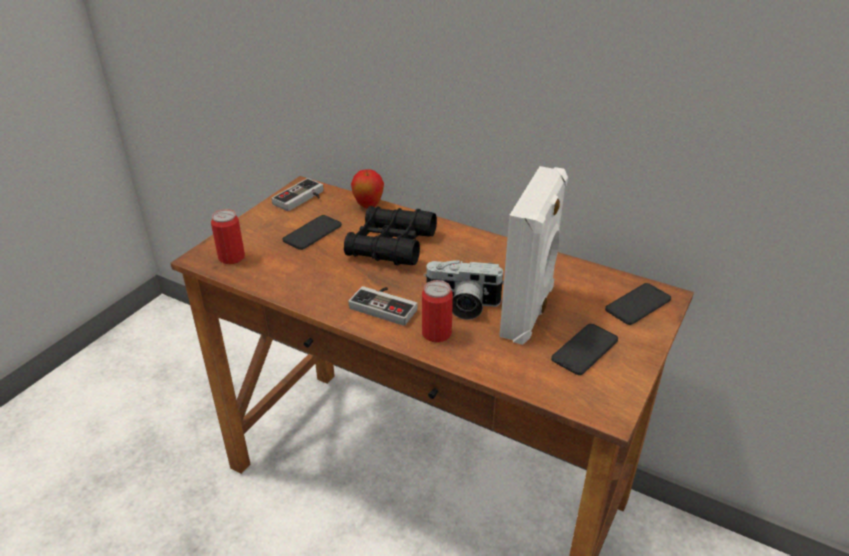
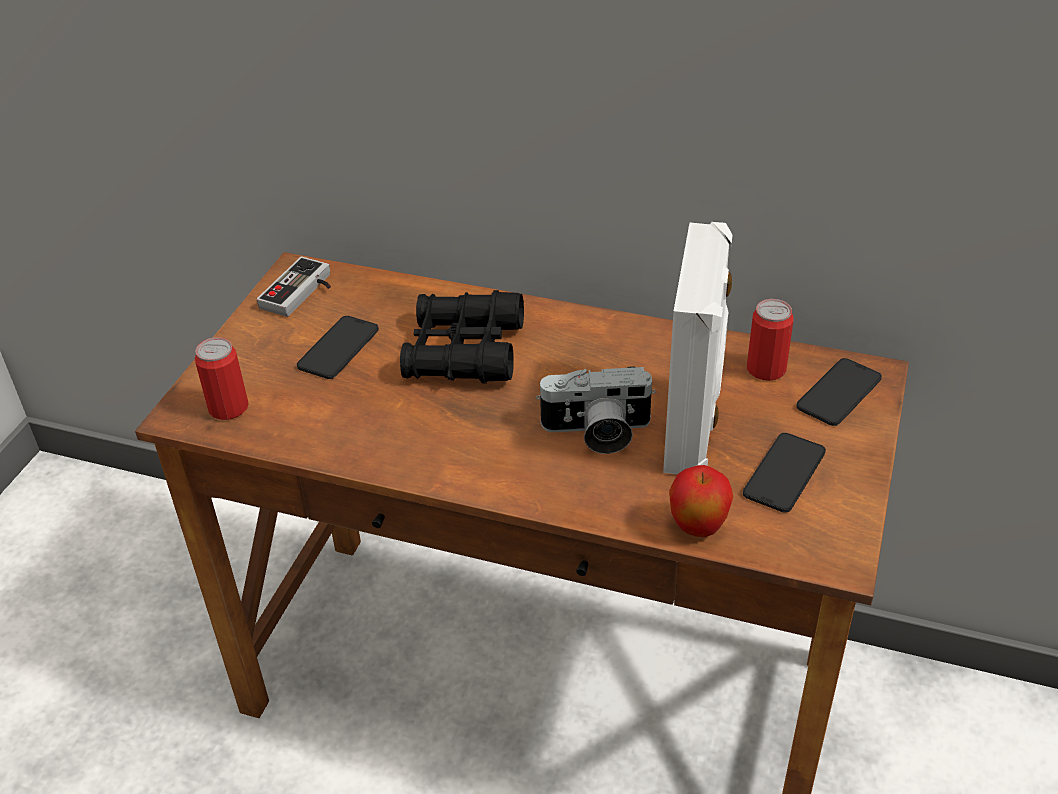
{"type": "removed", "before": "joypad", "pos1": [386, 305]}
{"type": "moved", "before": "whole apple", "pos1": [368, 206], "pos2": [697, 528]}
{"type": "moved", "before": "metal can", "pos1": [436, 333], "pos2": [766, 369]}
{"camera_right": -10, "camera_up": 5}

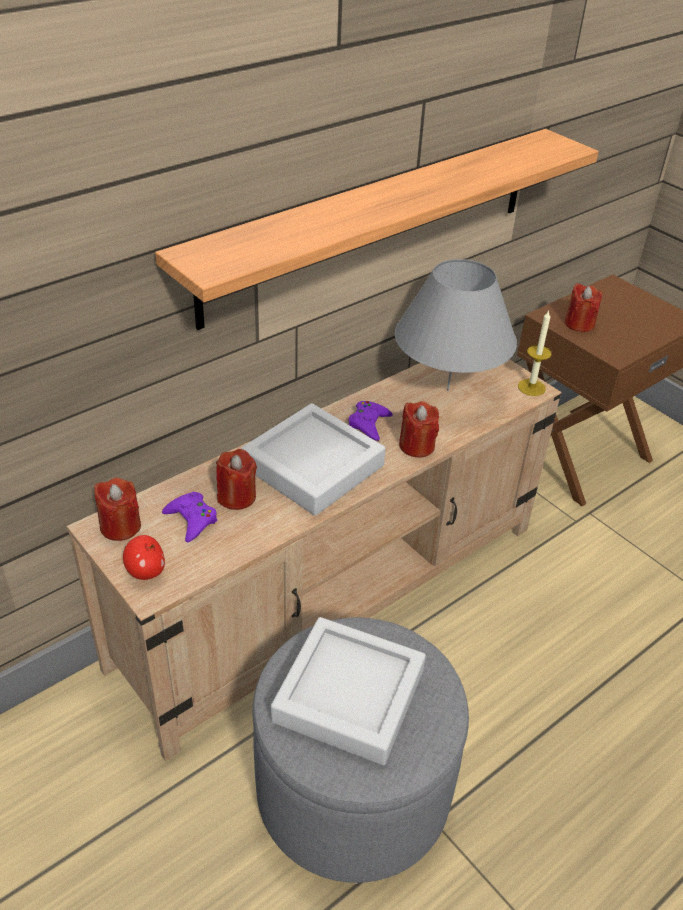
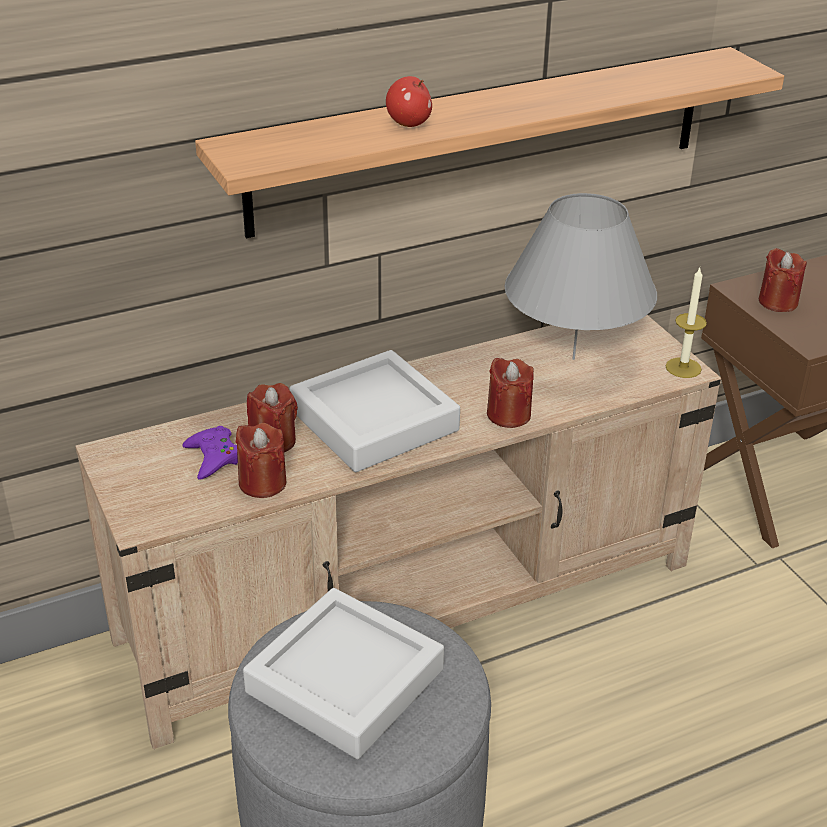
{"type": "removed", "before": "purple-coloured joypad", "pos1": [369, 424]}
{"type": "moved", "before": "reddish candle", "pos1": [120, 526], "pos2": [262, 483]}
{"type": "moved", "before": "whole apple", "pos1": [146, 571], "pos2": [409, 124]}
{"camera_right": 15, "camera_up": -5}

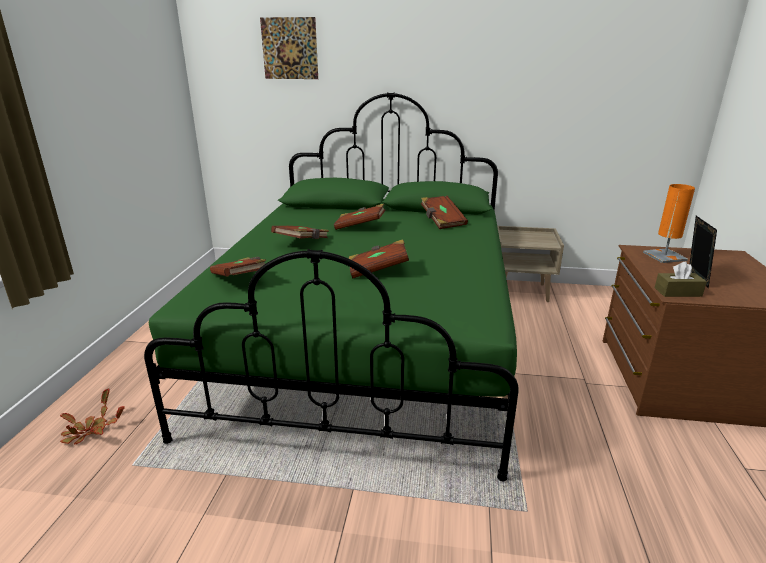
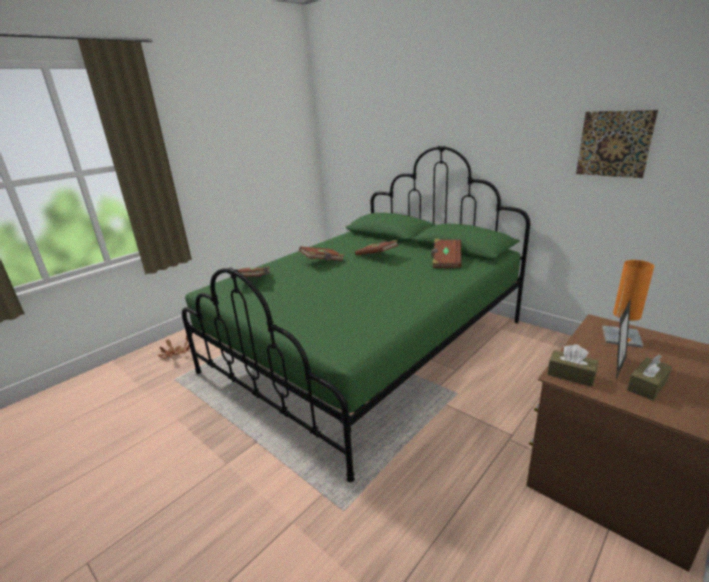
{"type": "removed", "before": "brownish book", "pos1": [378, 270]}
{"type": "removed", "before": "beige night table", "pos1": [521, 291]}
{"type": "added", "after": "brownish tissue holder", "pos2": [647, 385]}
{"type": "moved", "before": "wall art", "pos1": [289, 48], "pos2": [614, 144]}
{"camera_right": 35, "camera_up": 0}

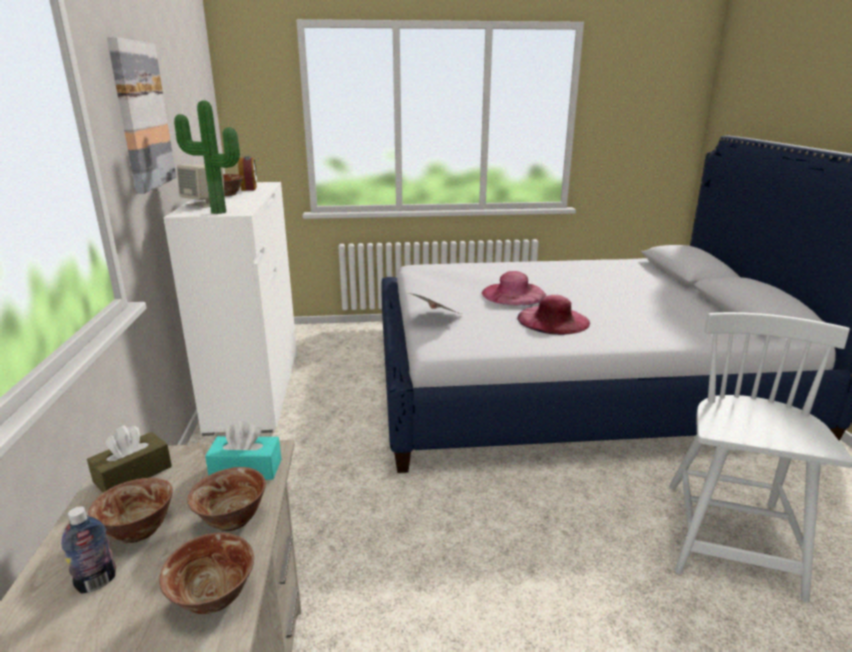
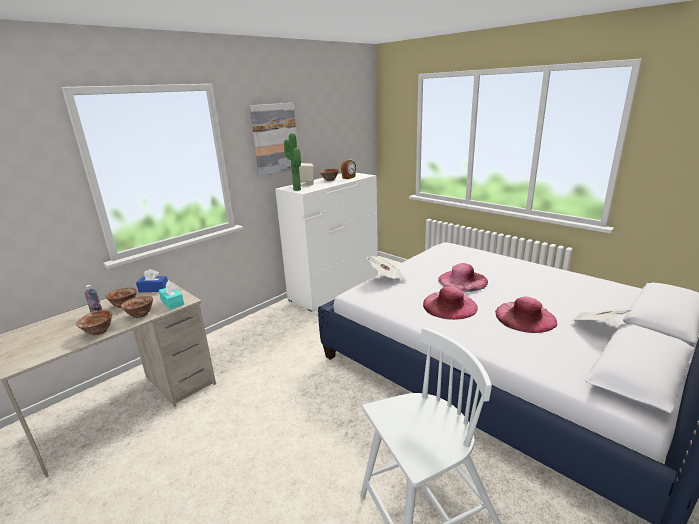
{"type": "added", "after": "pink hat", "pos2": [525, 317]}
{"type": "added", "after": "daily paper", "pos2": [597, 326]}
{"type": "recoloured", "before": "brownish tissue holder", "after": "blue tissue holder", "pos1": [133, 474], "pos2": [154, 289]}
{"camera_right": 50, "camera_up": 0}

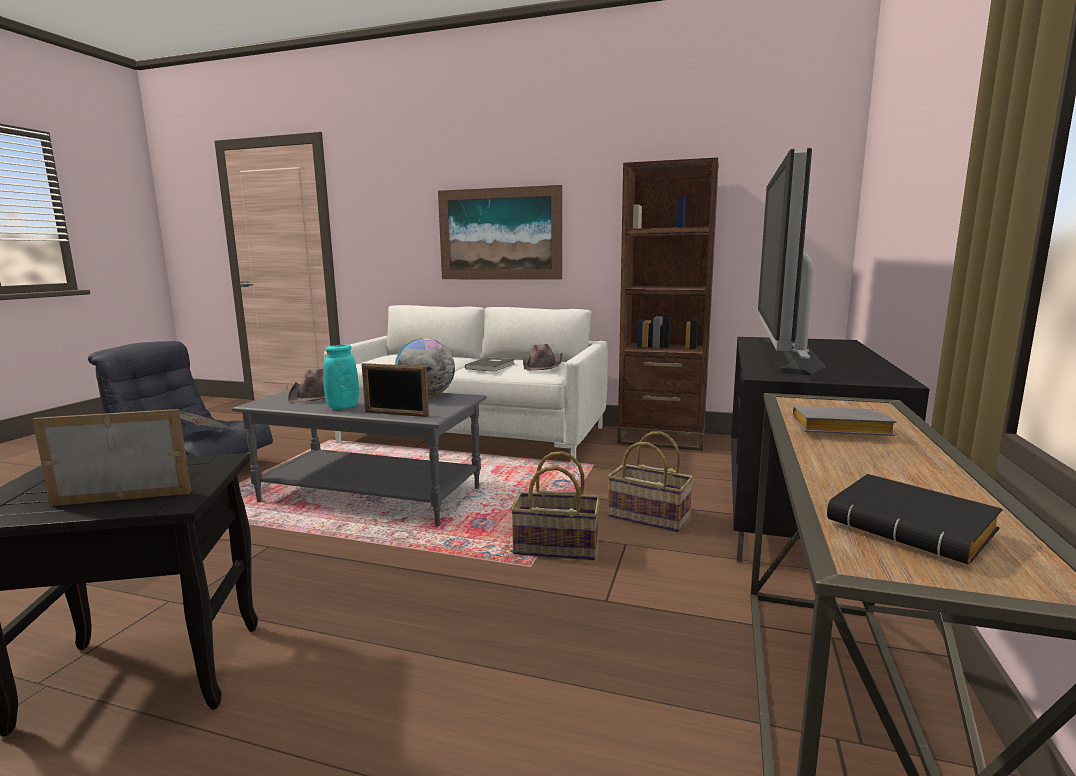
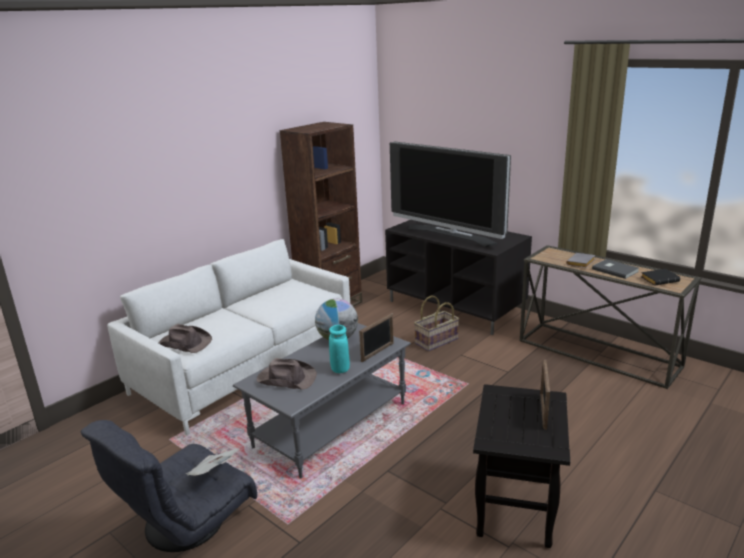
{"type": "removed", "before": "wall art", "pos1": [499, 234]}
{"type": "removed", "before": "basket", "pos1": [555, 548]}
{"type": "moved", "before": "greyish book", "pos1": [492, 366], "pos2": [615, 270]}
{"type": "moved", "before": "brownish hat", "pos1": [542, 365], "pos2": [185, 343]}
{"camera_right": -65, "camera_up": 10}

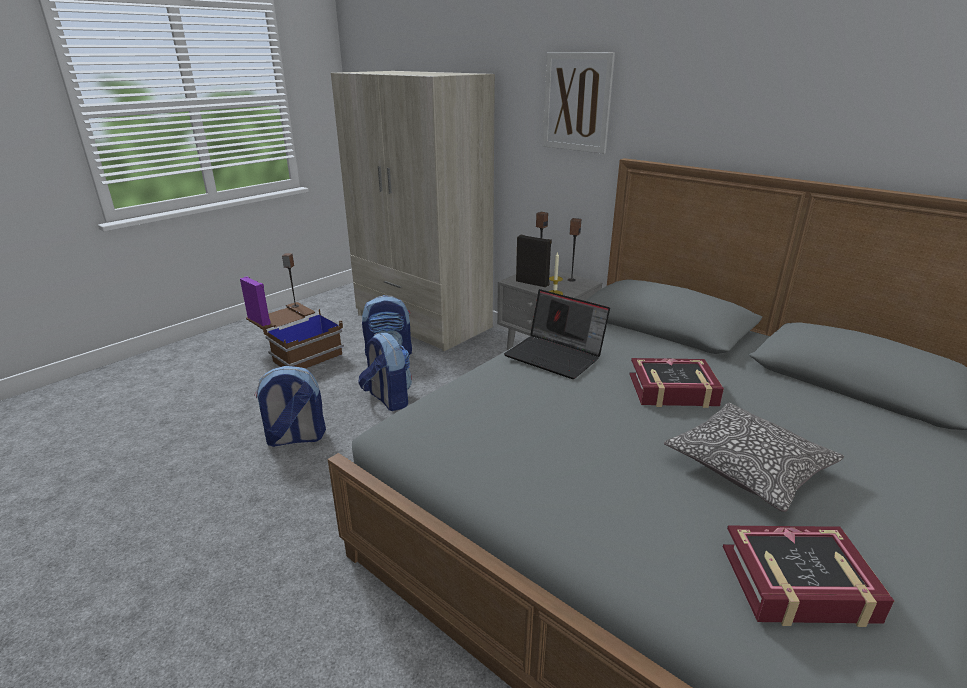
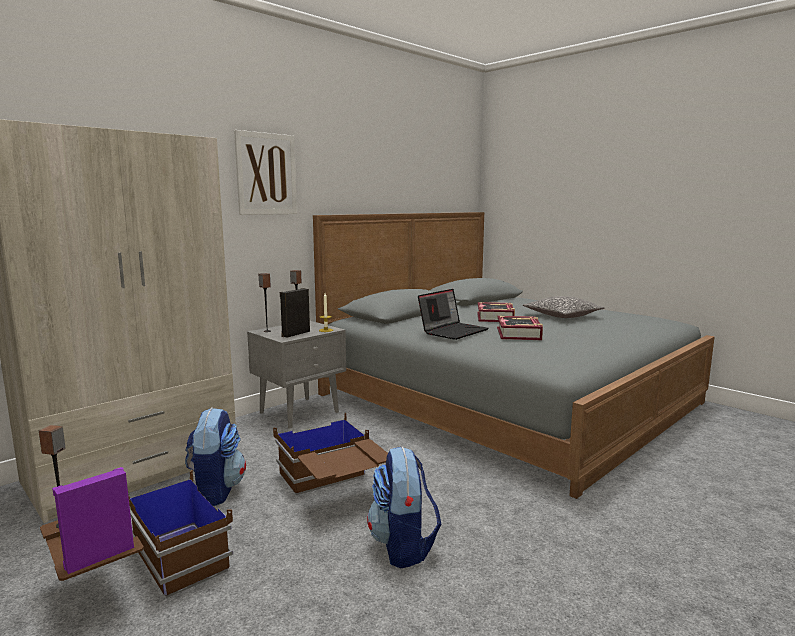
{"type": "moved", "before": "book", "pos1": [798, 584], "pos2": [519, 334]}
{"type": "replaced", "before": "backpack", "after": "brownish storage box", "pos1": [388, 399], "pos2": [333, 488]}
{"camera_right": -85, "camera_up": -15}

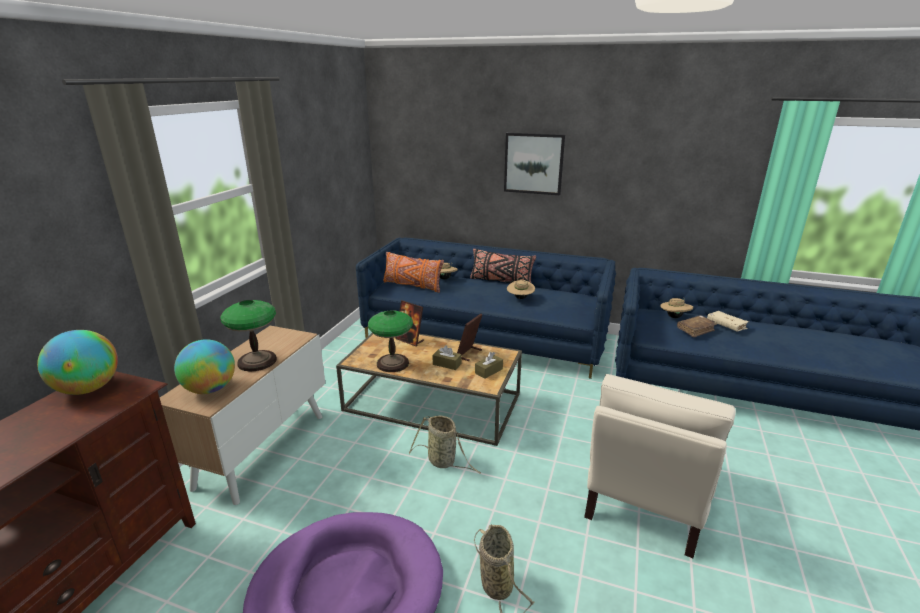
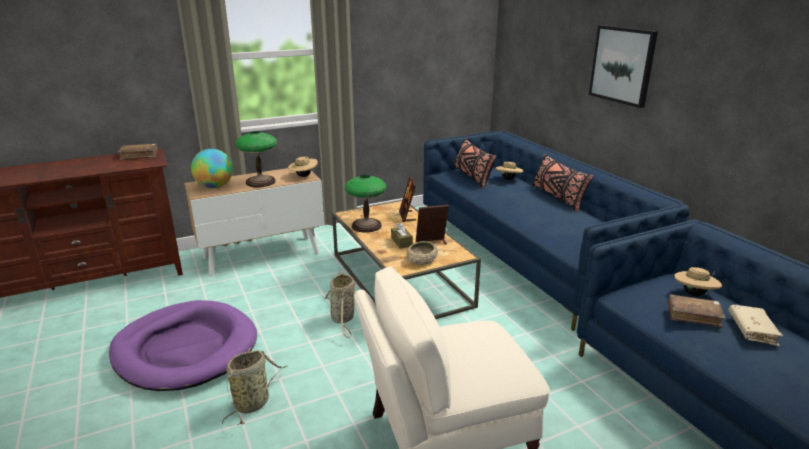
{"type": "moved", "before": "beige hat", "pos1": [520, 298], "pos2": [303, 176]}
{"type": "replaced", "before": "desk globe", "after": "brownish book", "pos1": [89, 389], "pos2": [139, 155]}
{"type": "replaced", "before": "brownish tissue holder", "after": "beige bowl", "pos1": [488, 371], "pos2": [422, 260]}
{"type": "recoloured", "before": "orange-coloured cushion", "after": "black-coloured cushion", "pos1": [412, 285], "pos2": [472, 176]}
{"camera_right": 45, "camera_up": 0}

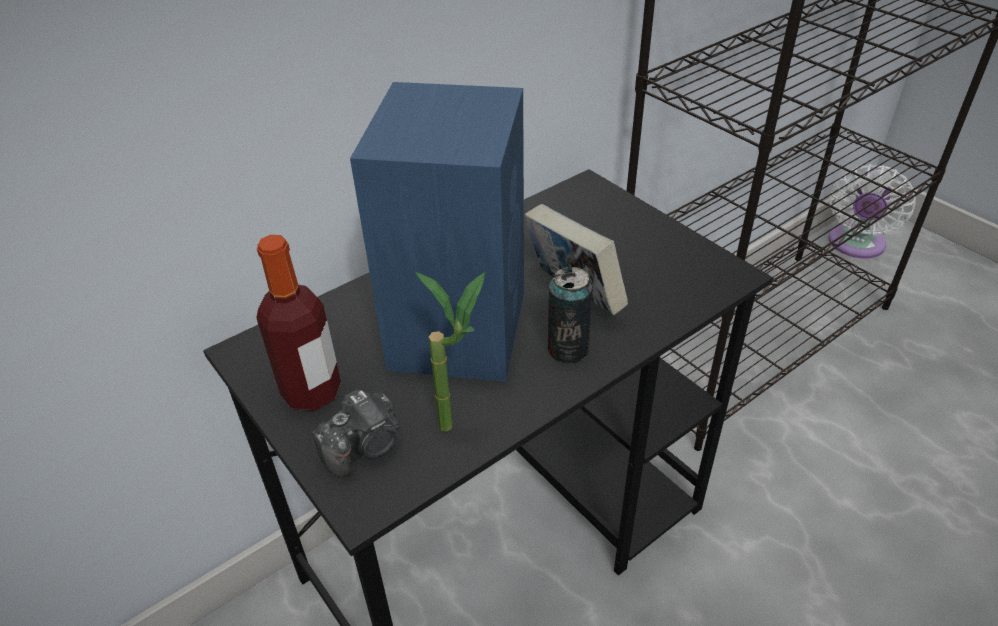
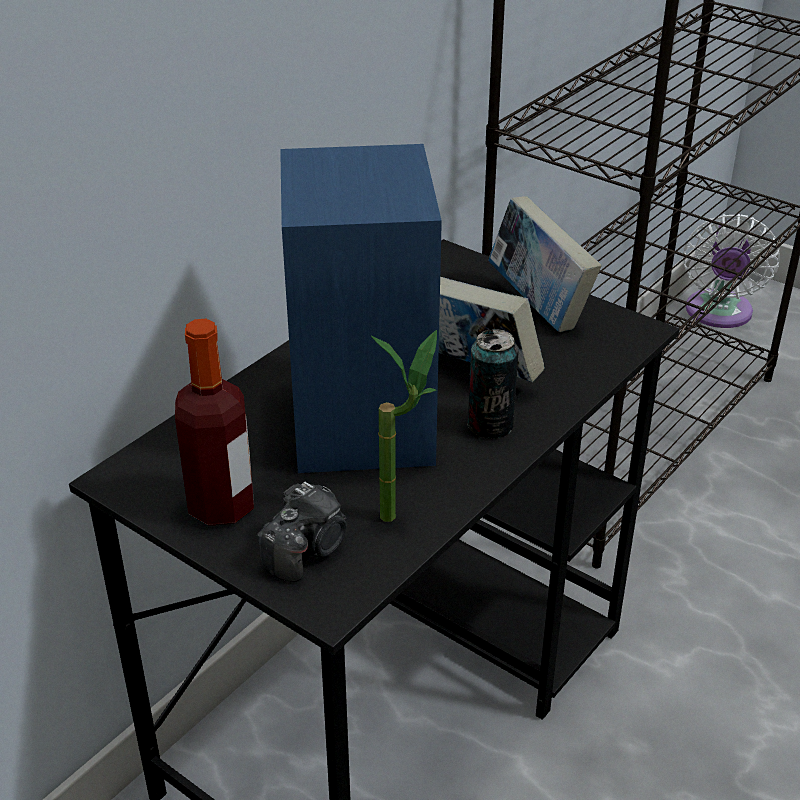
{"type": "added", "after": "book", "pos2": [538, 306]}
{"camera_right": -15, "camera_up": -5}

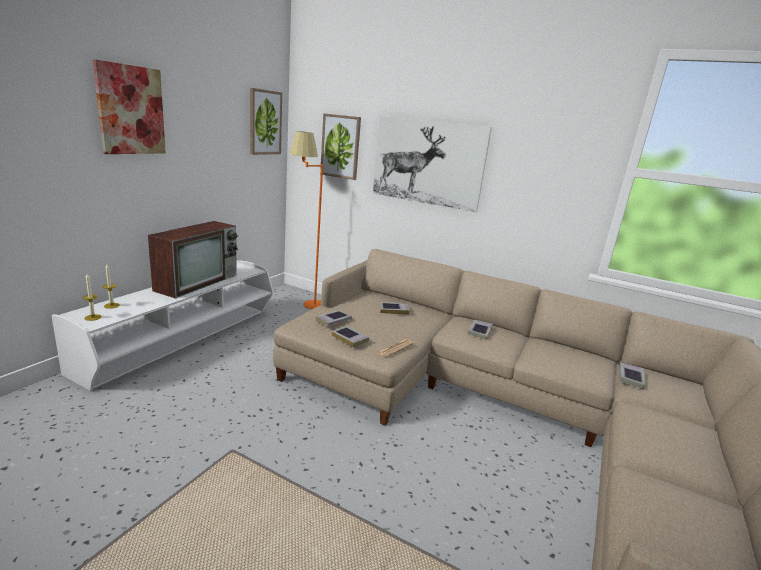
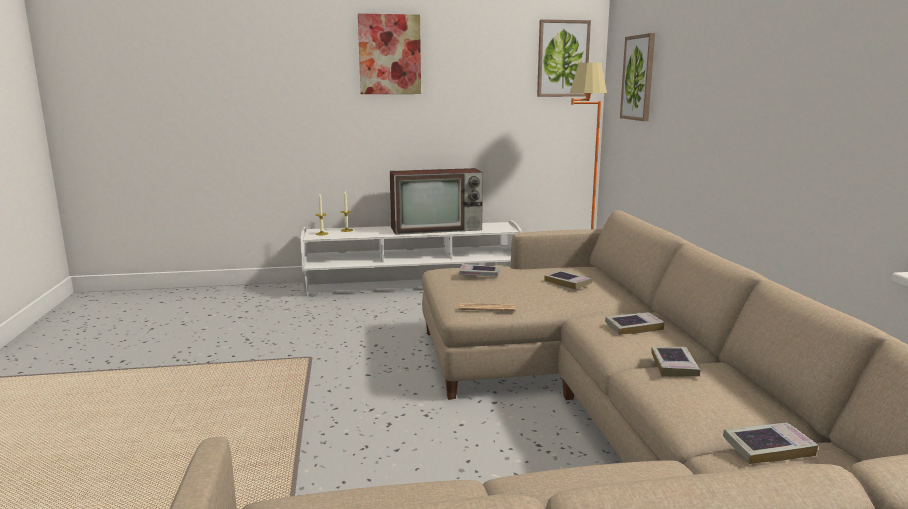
{"type": "removed", "before": "wall art", "pos1": [428, 163]}
{"type": "moved", "before": "book", "pos1": [350, 339], "pos2": [674, 366]}
{"camera_right": 55, "camera_up": -5}

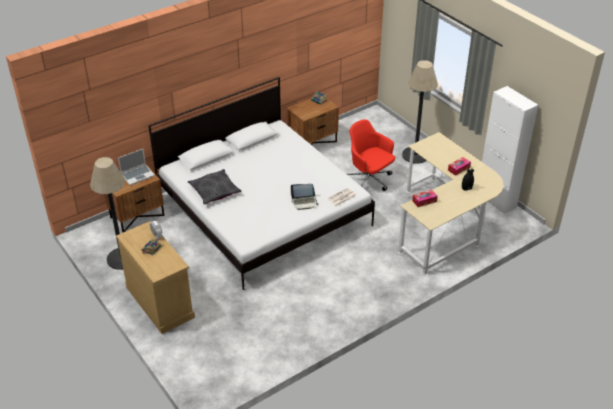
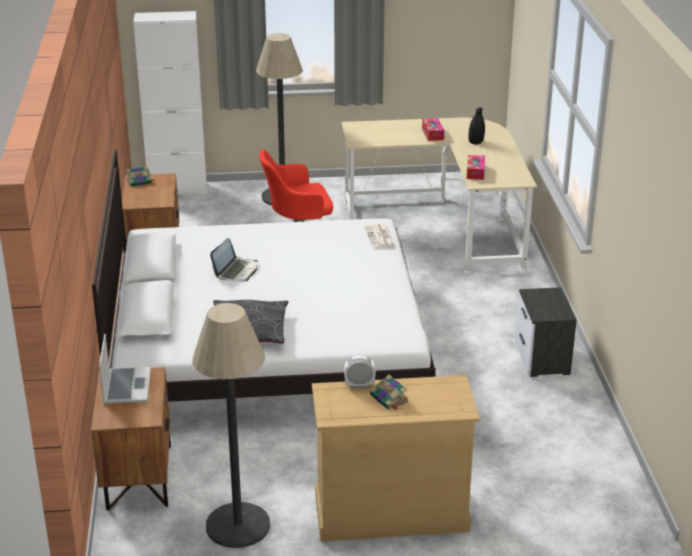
{"type": "added", "after": "night table", "pos2": [542, 359]}
{"type": "moved", "before": "notebook computer", "pos1": [304, 202], "pos2": [236, 271]}
{"type": "moved", "before": "whitish storage cabinet", "pos1": [496, 200], "pos2": [178, 189]}
{"camera_right": -60, "camera_up": -10}

